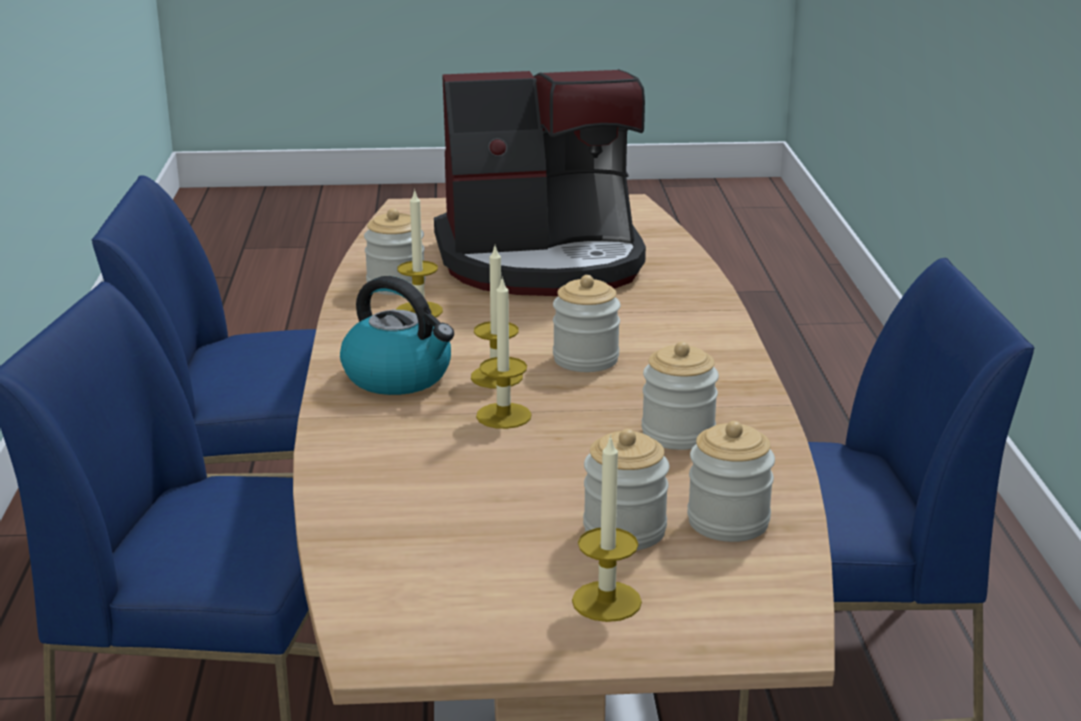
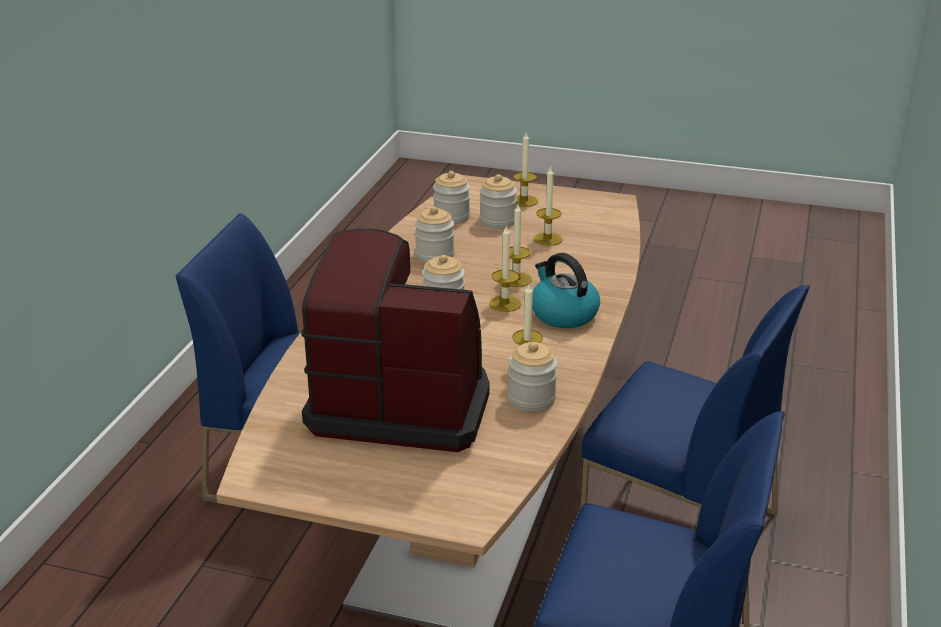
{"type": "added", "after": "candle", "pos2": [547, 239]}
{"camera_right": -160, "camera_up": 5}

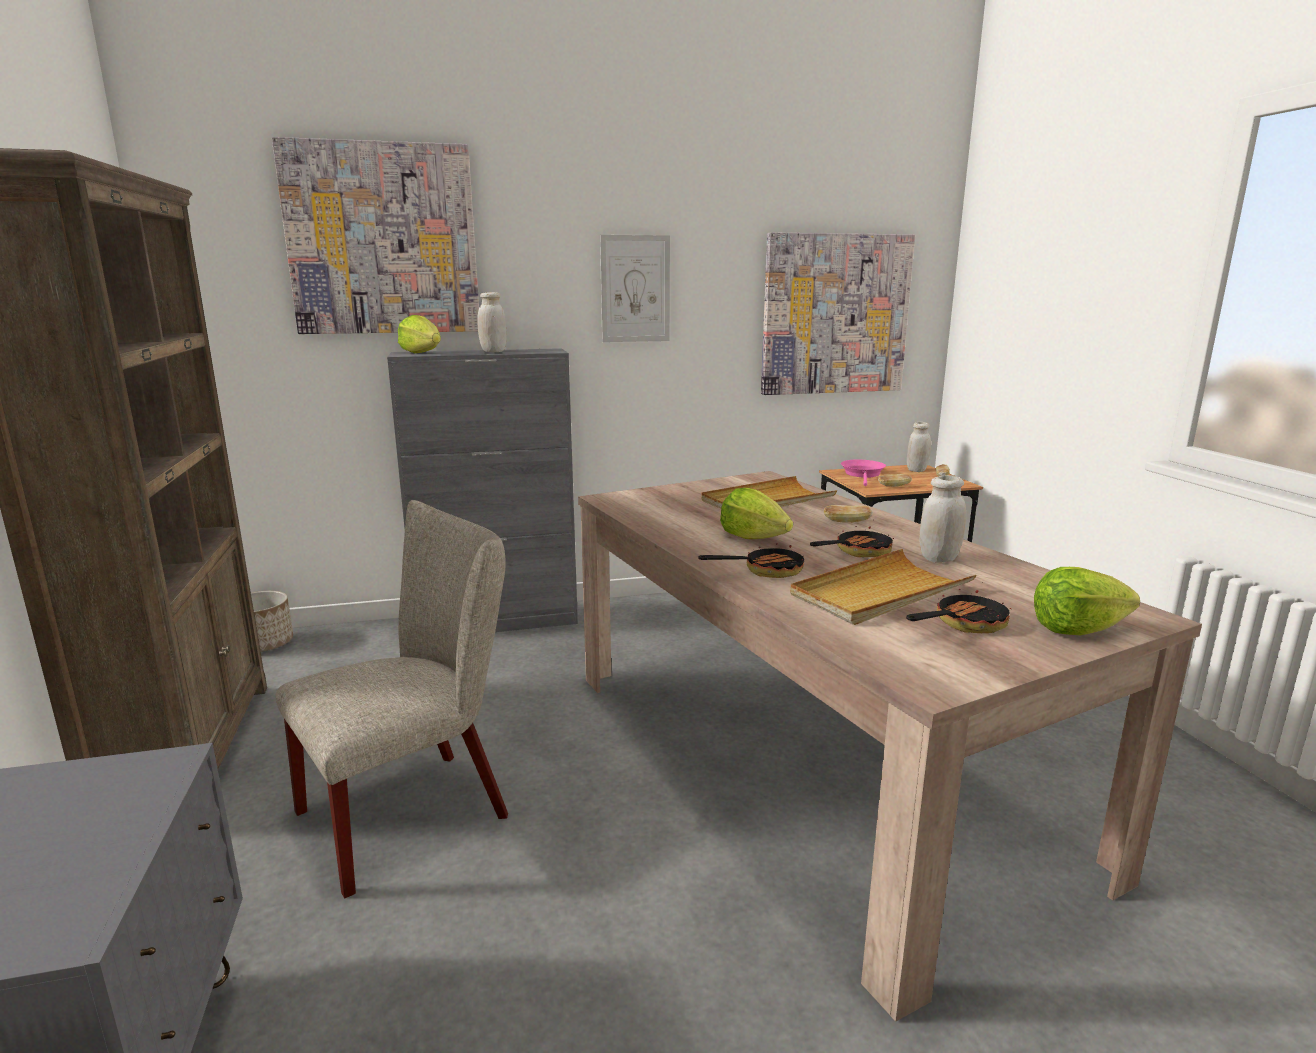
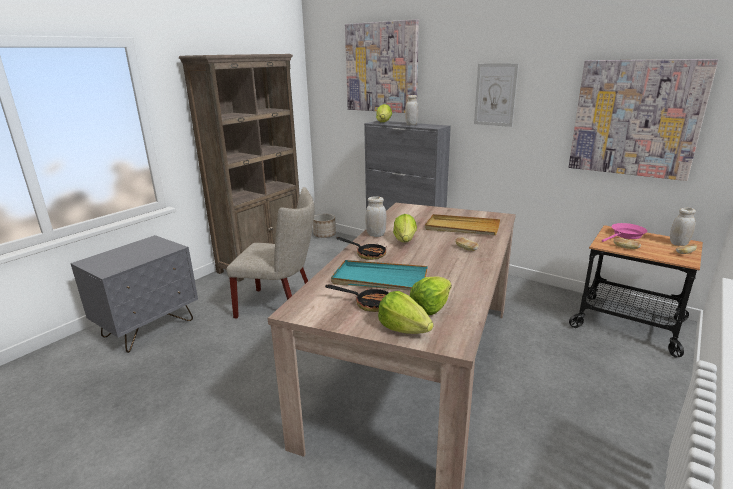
{"type": "removed", "before": "frying pan", "pos1": [857, 552]}
{"type": "added", "after": "lettuce head", "pos2": [430, 308]}
{"type": "moved", "before": "whitish preserve jar", "pos1": [939, 558], "pos2": [376, 235]}
{"type": "recoloured", "before": "beige tray", "after": "turquoise-coloured tray", "pos1": [880, 592], "pos2": [379, 279]}
{"camera_right": 50, "camera_up": 5}

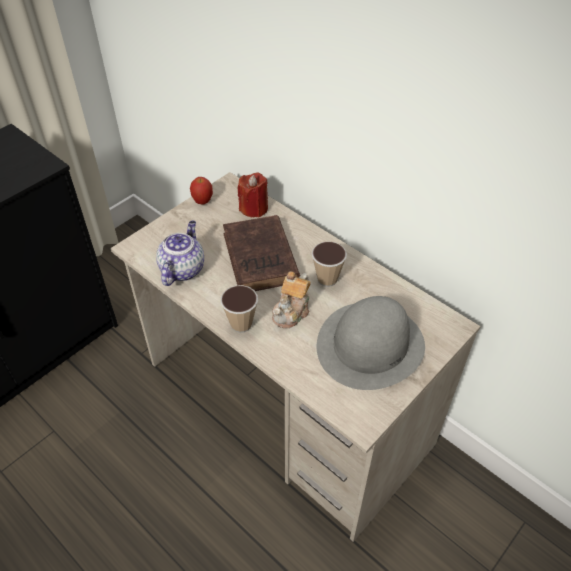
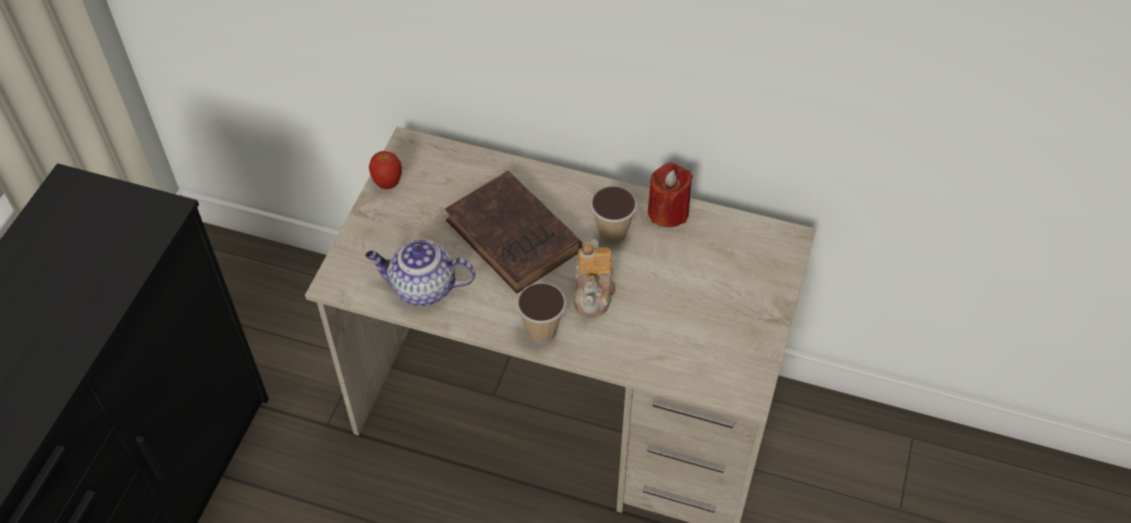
{"type": "removed", "before": "greyish hat", "pos1": [370, 344]}
{"type": "moved", "before": "reddish candle", "pos1": [254, 208], "pos2": [668, 211]}
{"type": "turned", "before": "pot for tea", "pos1": [182, 269], "pos2": [422, 288], "turn": -75}
{"camera_right": -25, "camera_up": 5}

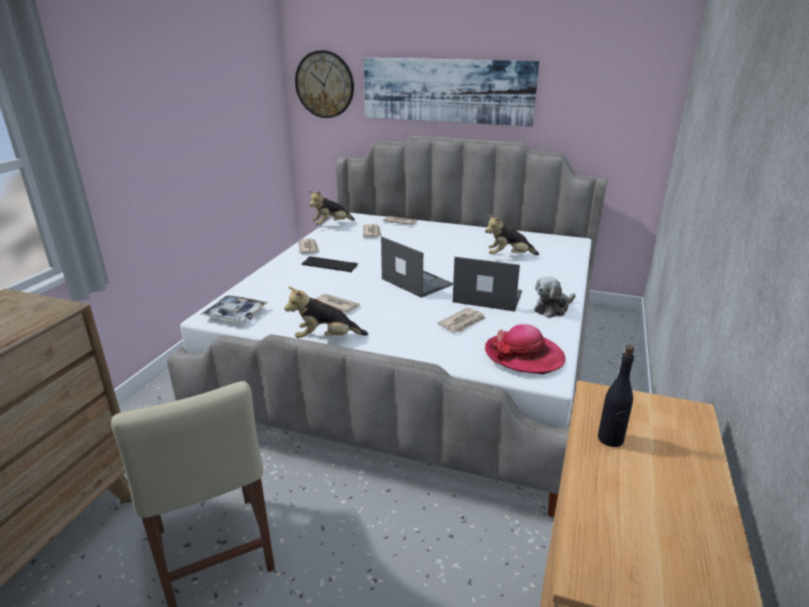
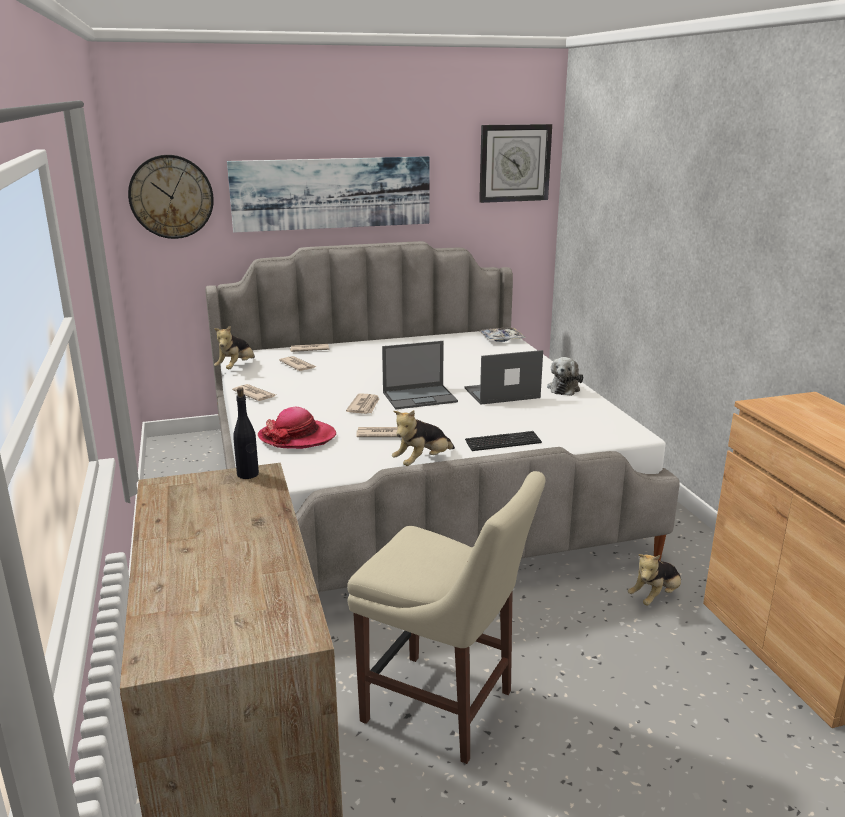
{"type": "added", "after": "wall clock", "pos2": [514, 163]}
{"type": "moved", "before": "tray", "pos1": [235, 314], "pos2": [501, 339]}
{"type": "moved", "before": "computer keyboard", "pos1": [329, 265], "pos2": [503, 442]}
{"type": "moved", "before": "daily paper", "pos1": [463, 323], "pos2": [364, 406]}
{"type": "moved", "before": "cuddly toy", "pos1": [509, 256], "pos2": [655, 597]}
{"type": "moved", "before": "hat", "pos1": [524, 356], "pos2": [297, 437]}
{"type": "moved", "before": "black-coloured bottle", "pos1": [610, 439], "pos2": [248, 474]}
{"type": "turned", "before": "notebook computer", "pos1": [415, 281], "pos2": [420, 397], "turn": 150}
{"camera_right": -35, "camera_up": -5}

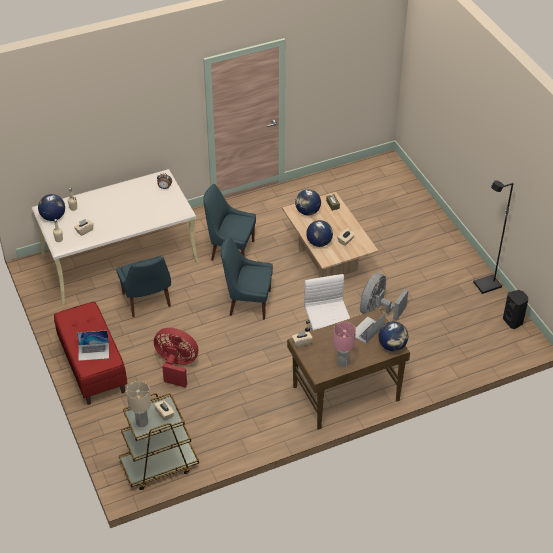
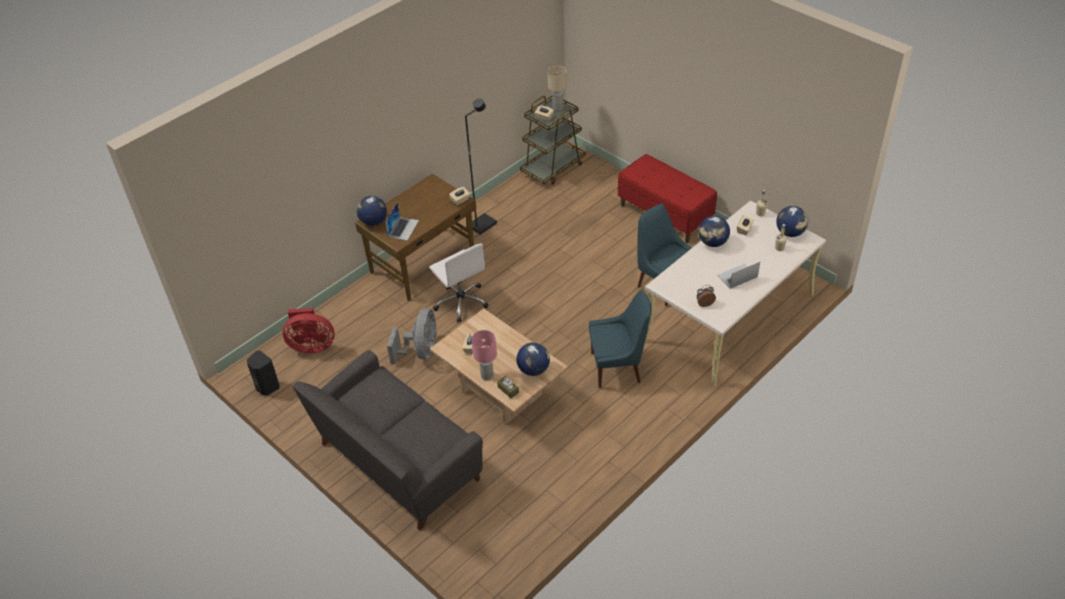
{"type": "removed", "before": "blue plain chair", "pos1": [248, 302]}
{"type": "added", "after": "greyish couch", "pos2": [397, 462]}
{"type": "moved", "before": "notebook computer", "pos1": [94, 351], "pos2": [737, 276]}
{"type": "moved", "before": "reddish electric fan", "pos1": [176, 366], "pos2": [312, 345]}
{"type": "moved", "before": "desk globe", "pos1": [319, 243], "pos2": [713, 243]}
{"type": "moved", "before": "pink tabletop lamp", "pos1": [343, 362], "pos2": [486, 375]}
{"type": "moved", "before": "black-coloured standing lamp", "pos1": [487, 285], "pos2": [482, 224]}
{"camera_right": 160, "camera_up": 0}

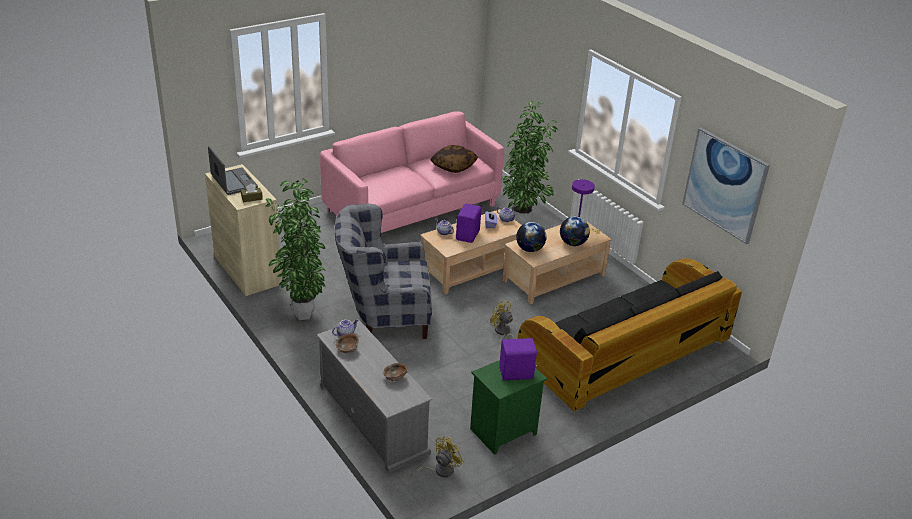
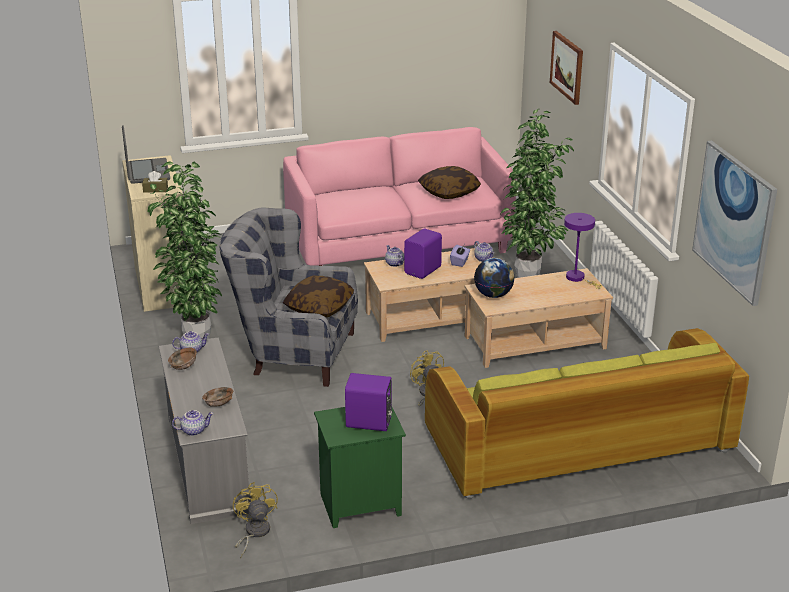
{"type": "removed", "before": "desk globe", "pos1": [573, 243]}
{"type": "added", "after": "pot for tea", "pos2": [194, 430]}
{"type": "added", "after": "cushion", "pos2": [319, 307]}
{"type": "added", "after": "wall art", "pos2": [567, 67]}
{"type": "recoloured", "before": "black-coloured couch", "after": "green-coloured couch", "pos1": [624, 353], "pos2": [578, 442]}
{"type": "turned", "before": "yellowish electric fan", "pos1": [439, 470], "pos2": [254, 533], "turn": -75}
{"camera_right": 20, "camera_up": -5}

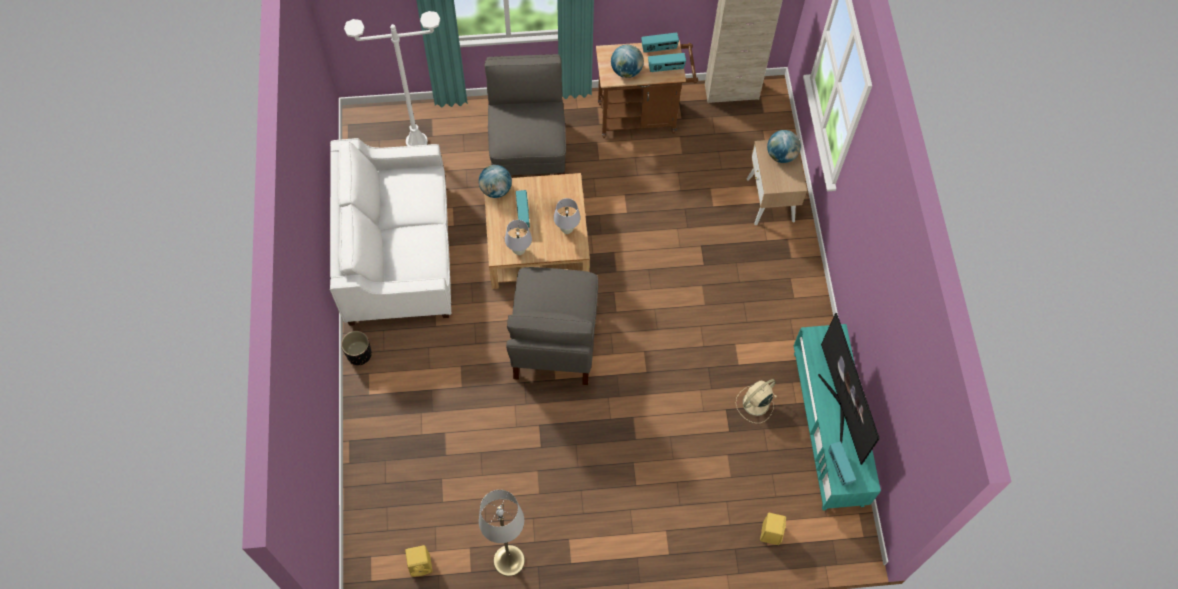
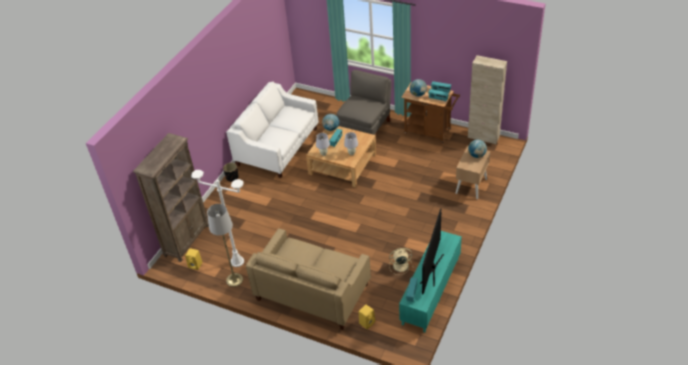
{"type": "removed", "before": "greyish lounge chair", "pos1": [554, 344]}
{"type": "added", "after": "brownish shelving unit", "pos2": [187, 240]}
{"type": "added", "after": "beige couch", "pos2": [313, 292]}
{"type": "moved", "before": "whitish standing lamp", "pos1": [416, 142], "pos2": [237, 261]}
{"camera_right": 35, "camera_up": -20}

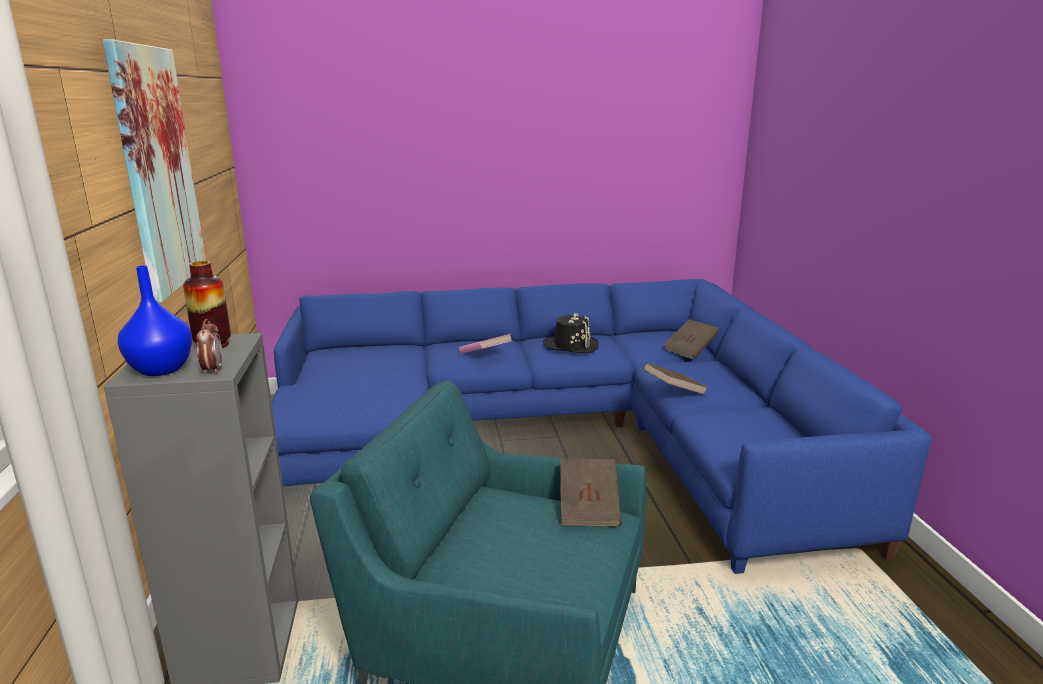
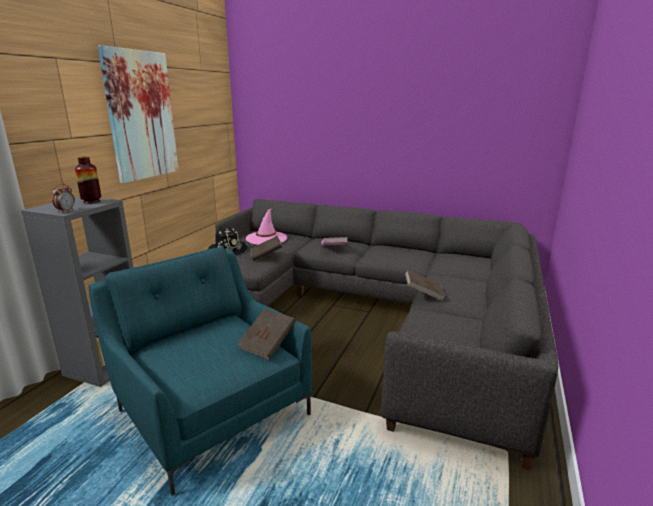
{"type": "removed", "before": "blue flower vase", "pos1": [162, 369]}
{"type": "added", "after": "pink hat", "pos2": [266, 238]}
{"type": "moved", "before": "black-coloured hat", "pos1": [571, 346], "pos2": [227, 250]}
{"type": "moved", "before": "brownish book", "pos1": [690, 350], "pos2": [266, 256]}
{"type": "recoloured", "before": "blue couch", "after": "greyish couch", "pos1": [561, 434], "pos2": [372, 311]}
{"camera_right": 30, "camera_up": 0}

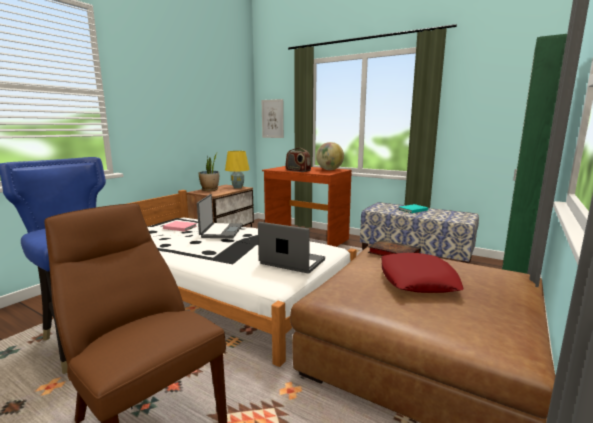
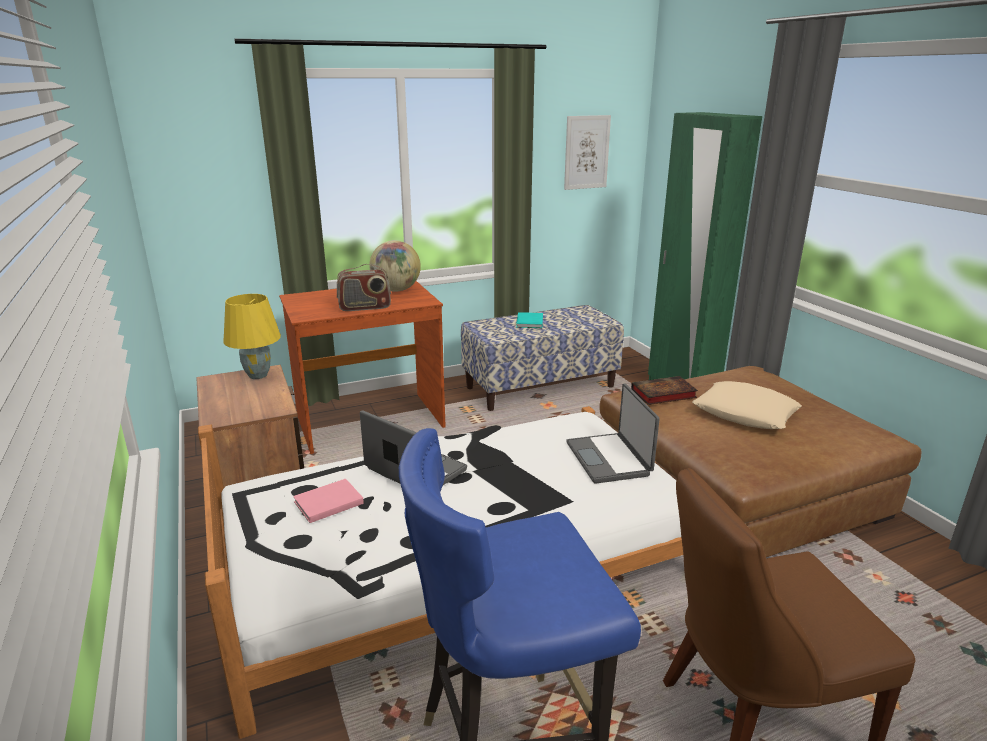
{"type": "removed", "before": "plant in a pot", "pos1": [210, 190]}
{"type": "moved", "before": "wall art", "pos1": [272, 118], "pos2": [586, 152]}
{"type": "recoloured", "before": "reddish cushion", "after": "beige cushion", "pos1": [417, 280], "pos2": [745, 413]}
{"type": "turned", "before": "notebook computer", "pos1": [291, 262], "pos2": [609, 459], "turn": -75}
{"camera_right": -55, "camera_up": 10}

